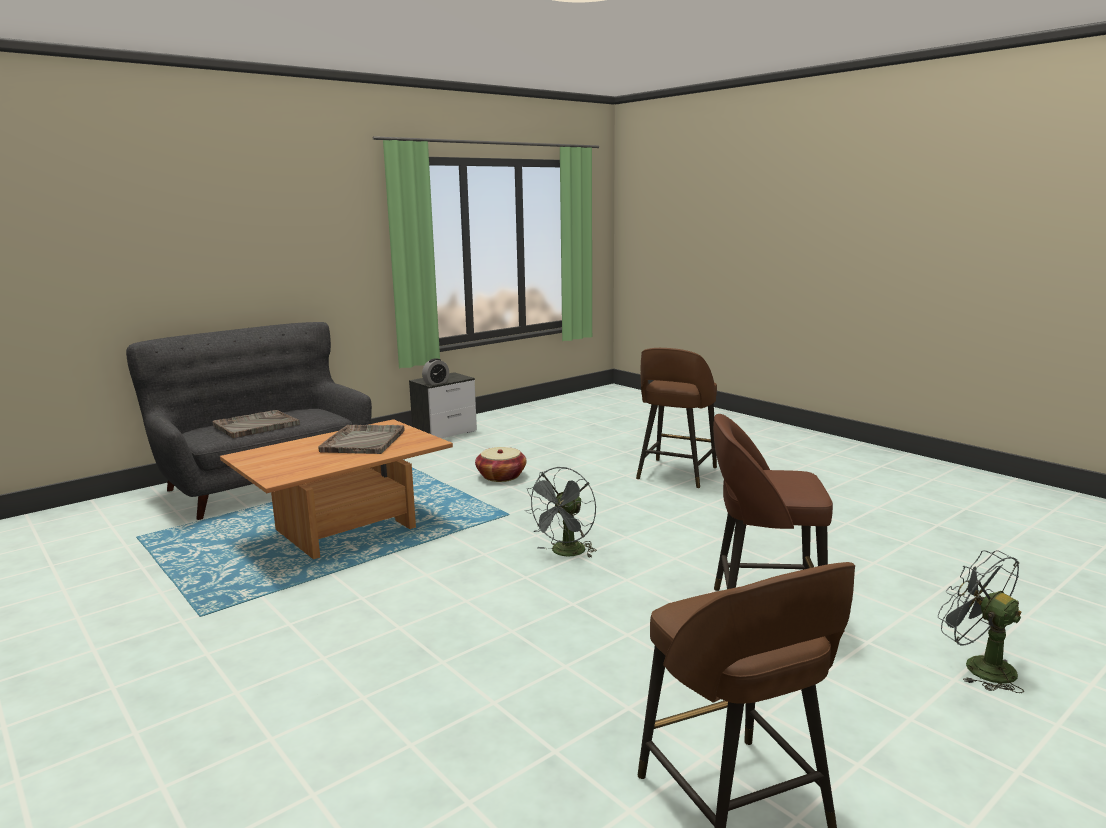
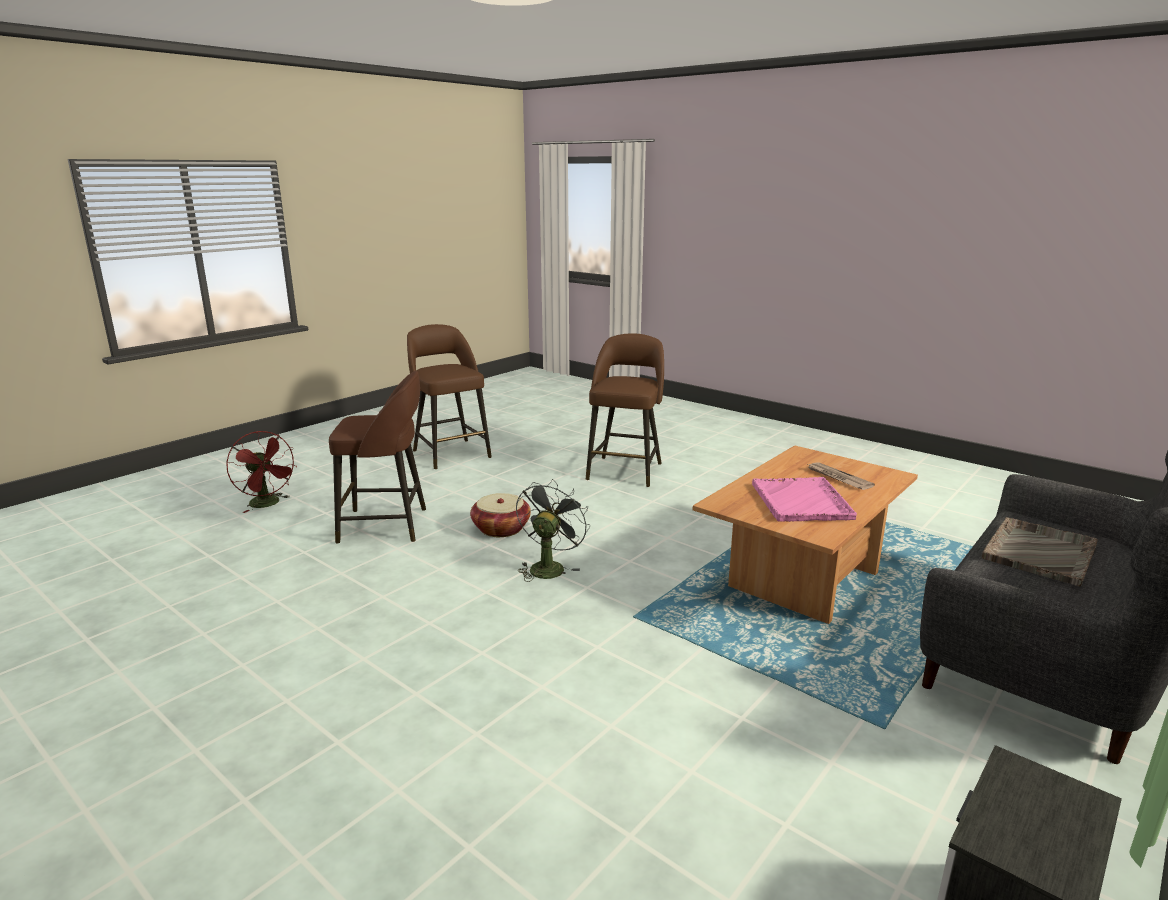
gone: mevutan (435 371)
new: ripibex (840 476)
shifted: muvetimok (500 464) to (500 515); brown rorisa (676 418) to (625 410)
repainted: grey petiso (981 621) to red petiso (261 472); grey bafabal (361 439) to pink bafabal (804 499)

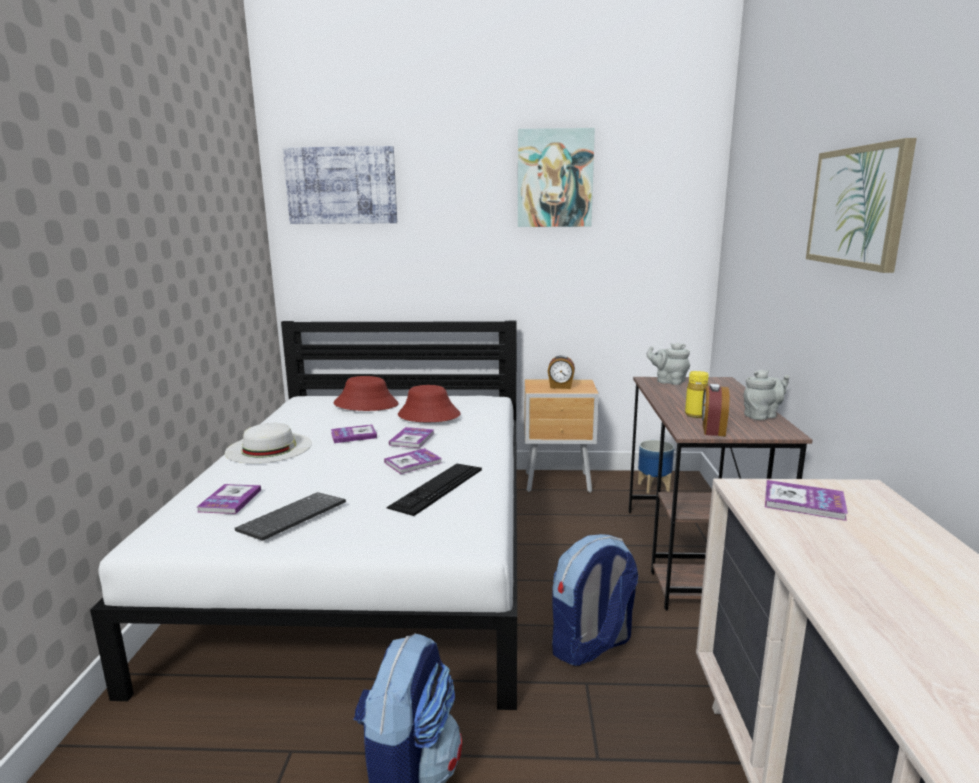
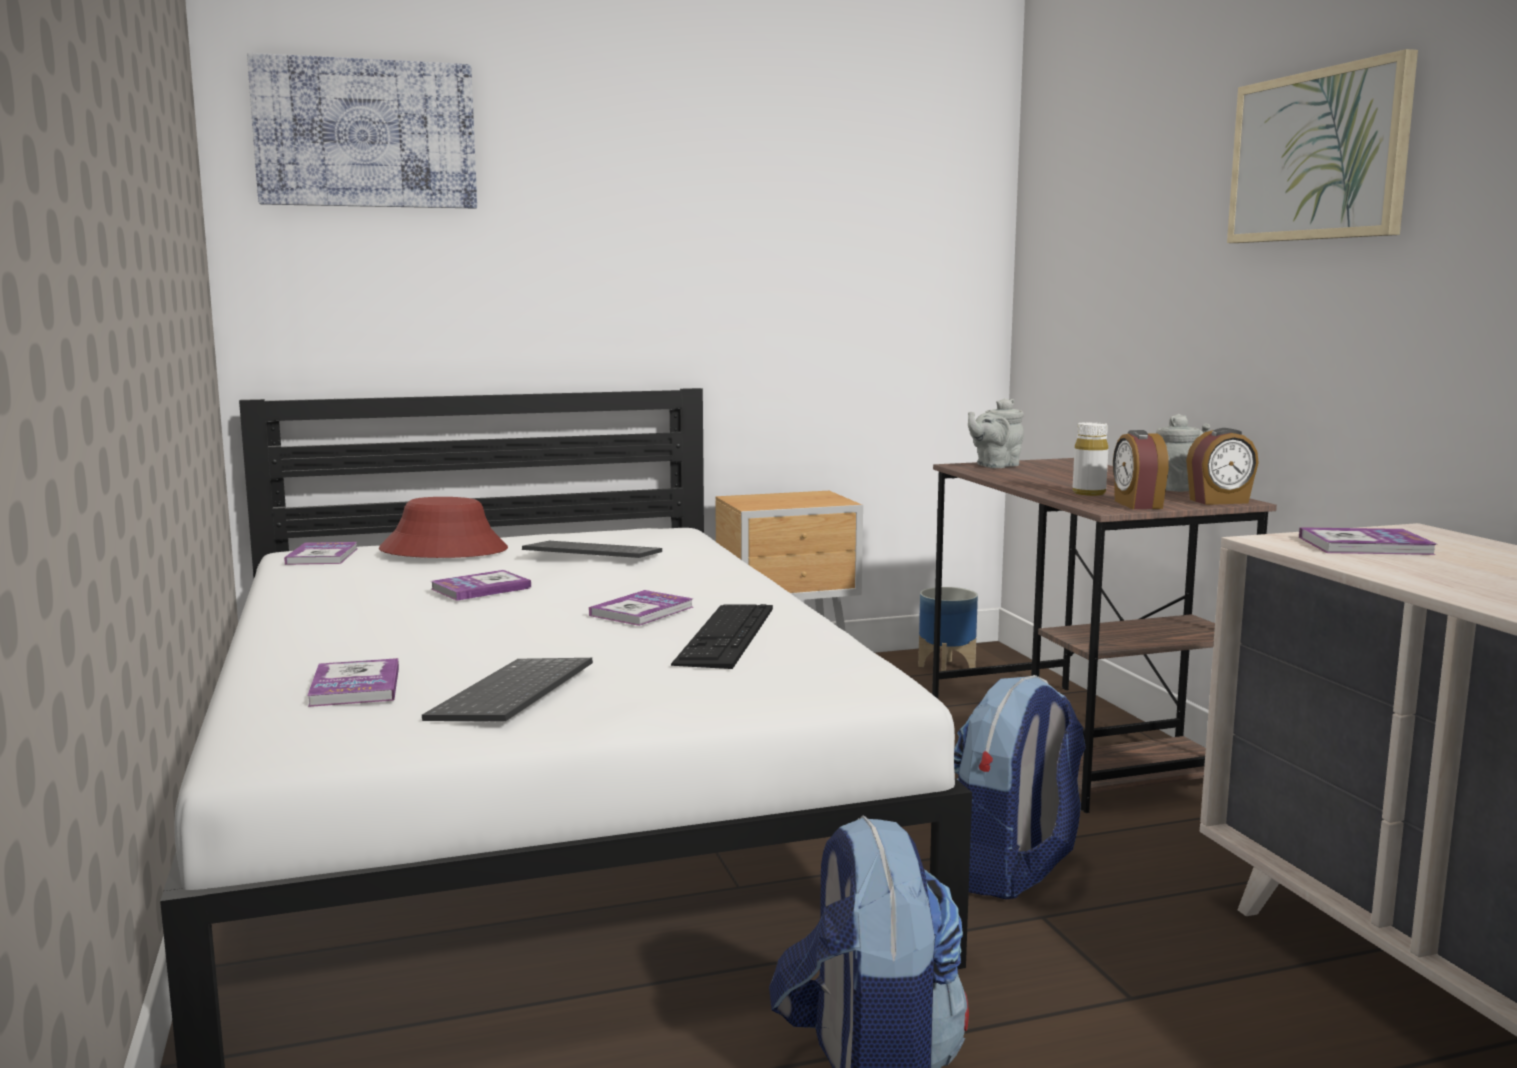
gone: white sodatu (268 443); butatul (556 177)
shifted: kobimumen (411 437) to (320 553); mevutan (561 372) to (1222 466)
swapped: red sodatu (429 403) to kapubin (592 549)
repainted: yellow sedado (697 394) to white sedado (1090 459)
rotated: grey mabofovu (668 364) = (996 433) 45 degrees counterclockwise

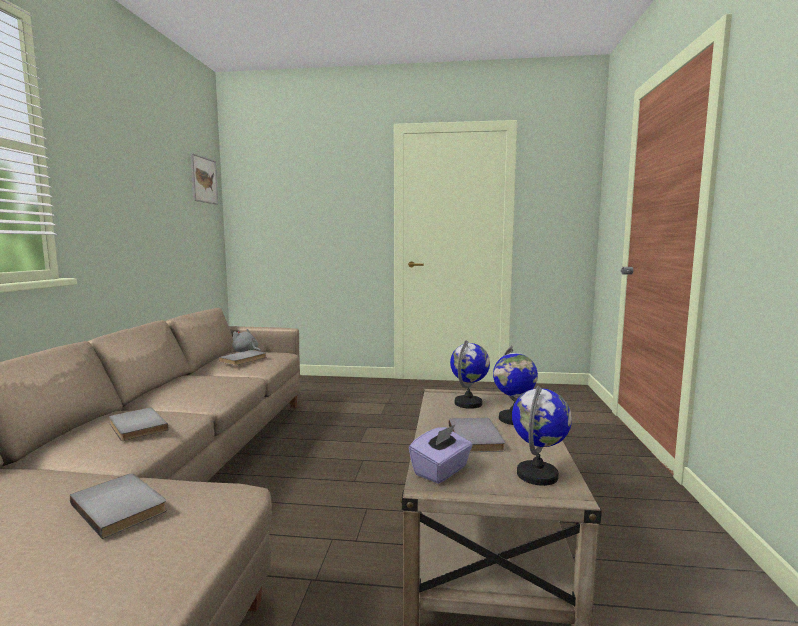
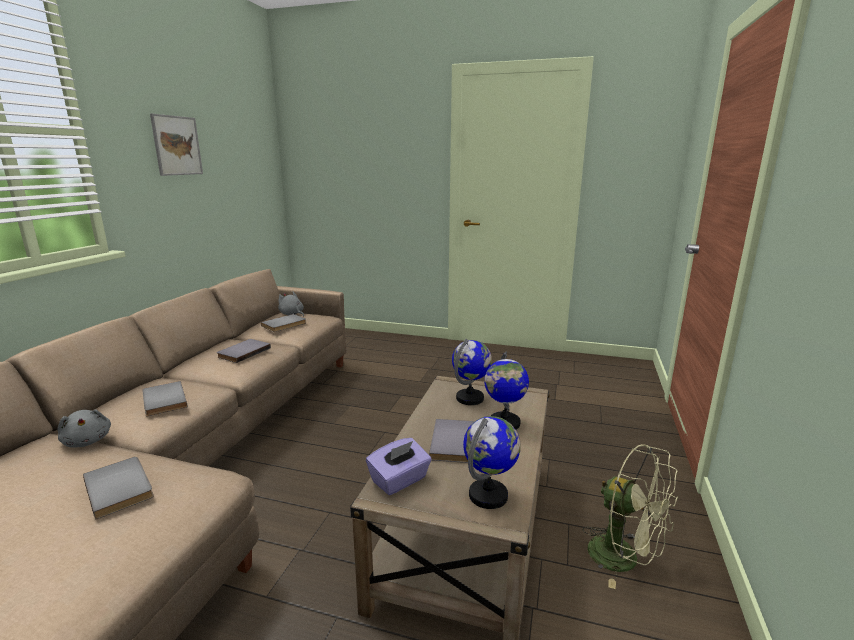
new: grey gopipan (84 428); grey kobimumen (244 351); green petiso (630 516)
shifted: butatul (204 178) to (176 144)

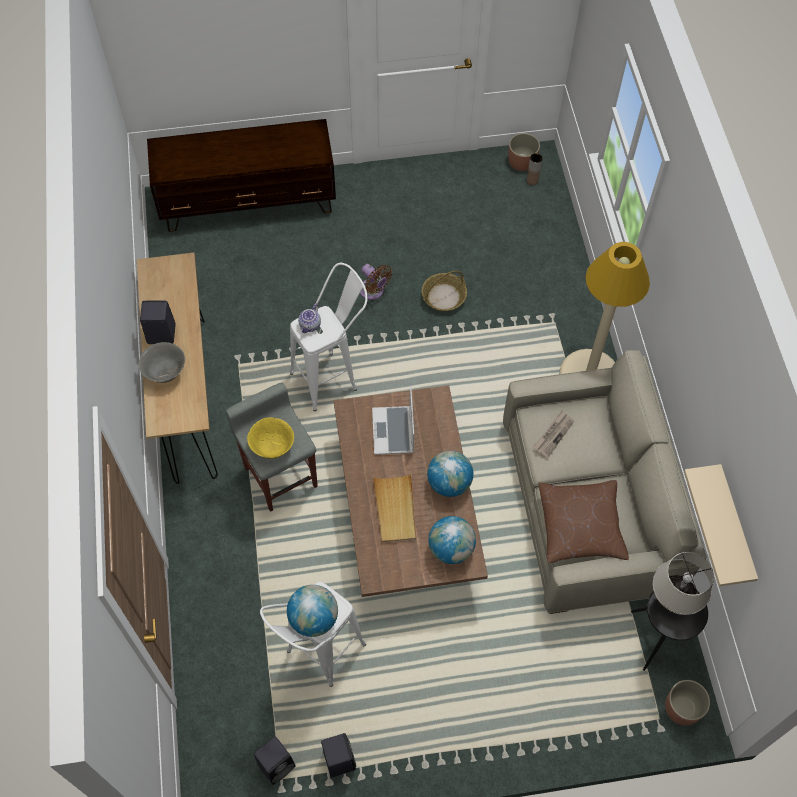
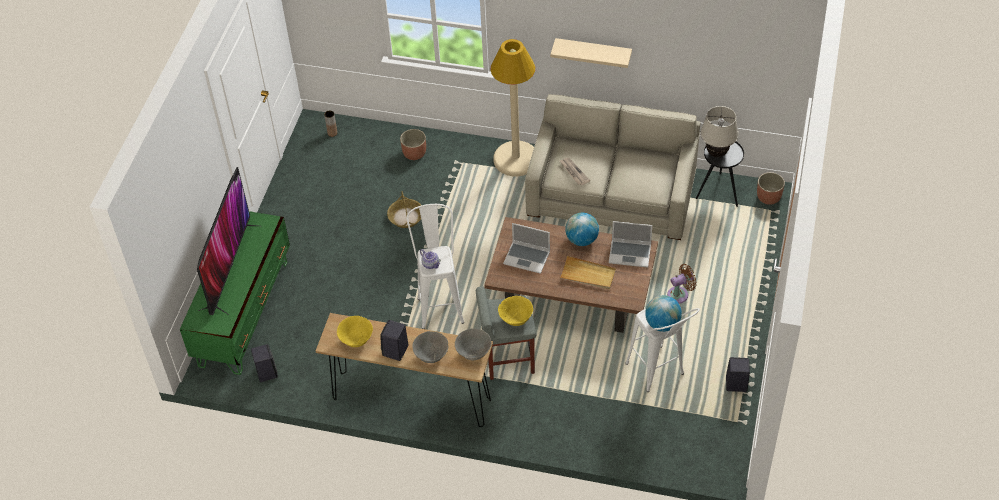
gone: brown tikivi (584 521)
new: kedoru (227 241); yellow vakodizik (355 331); grey vakodizik (473 344)
shifted: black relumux (275 761) to (264 363); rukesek (524 152) to (413 144); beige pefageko (721 525) to (591 53); brown petiso (376 282) to (681 283)
swapped: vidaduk (452 540) to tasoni (630 244)
repainted: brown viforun (241 175) to green viforun (235 293)

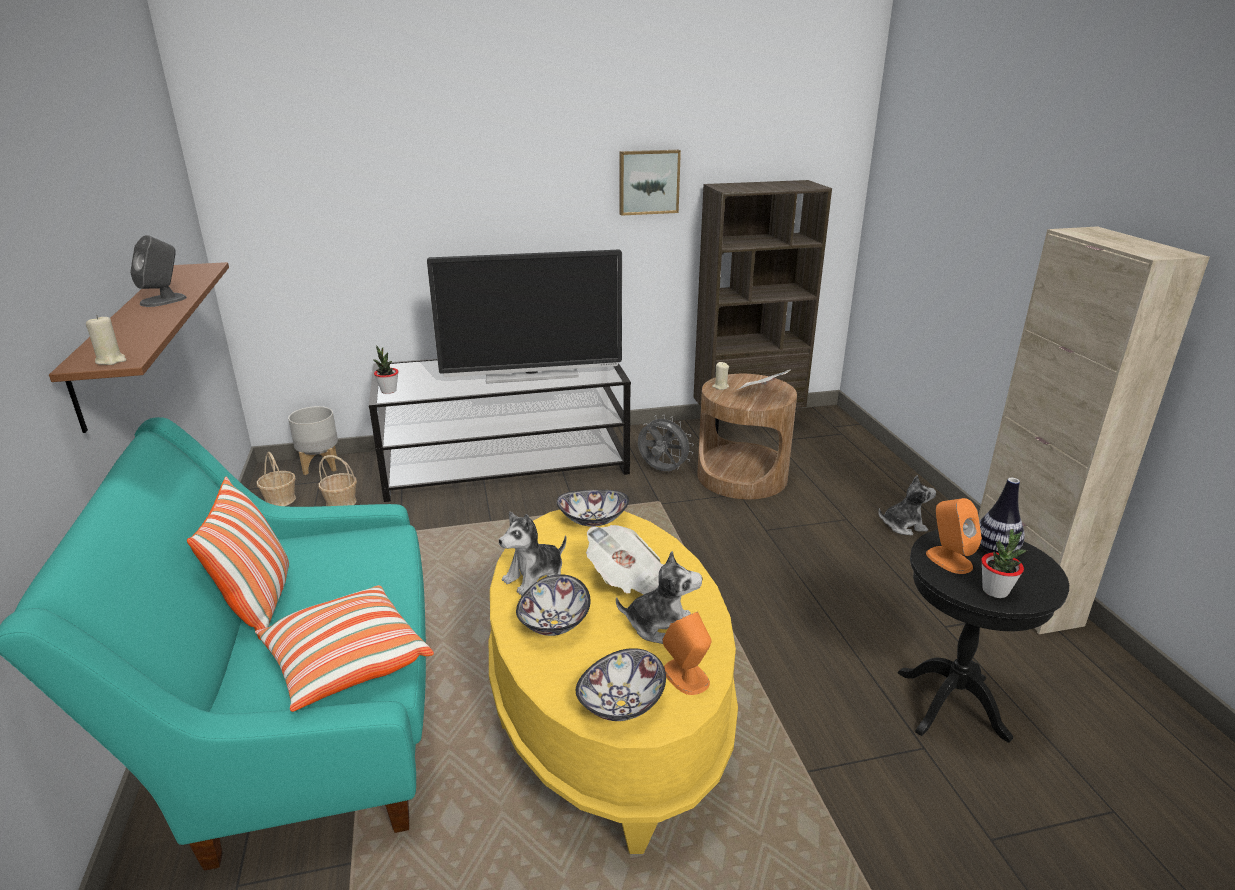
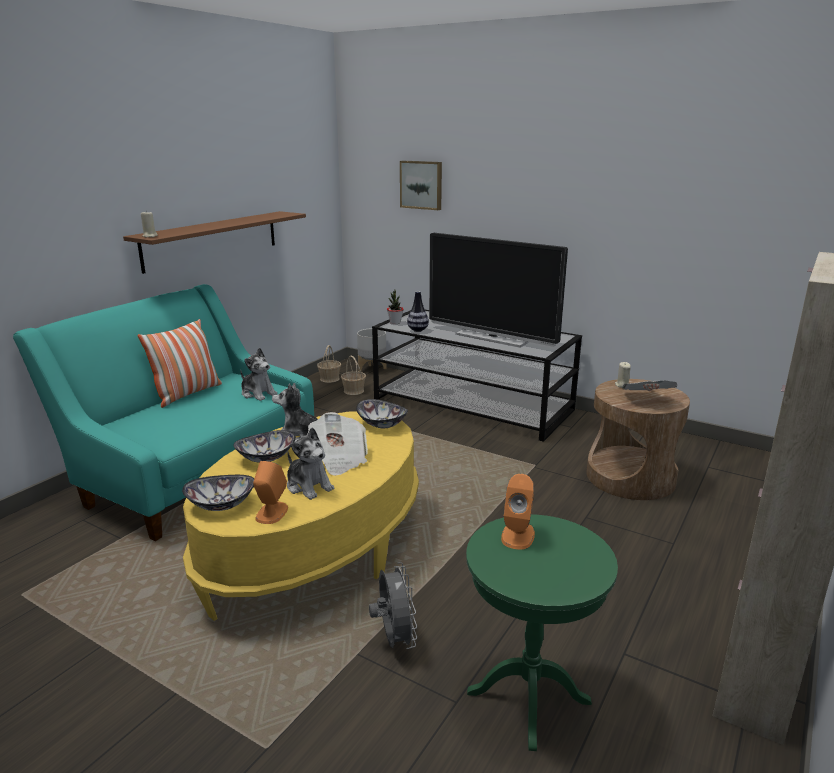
gone: grey relumux (158 271); tikivi (344 648); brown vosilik (762 307); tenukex (1004 563)
shifted: gopipan (907 505) to (258 374); grey petiso (666 443) to (393 605); butatul (650 183) to (421 185); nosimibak (1001 515) to (418 311)
repainted: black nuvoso (983 636) to green nuvoso (542 632)

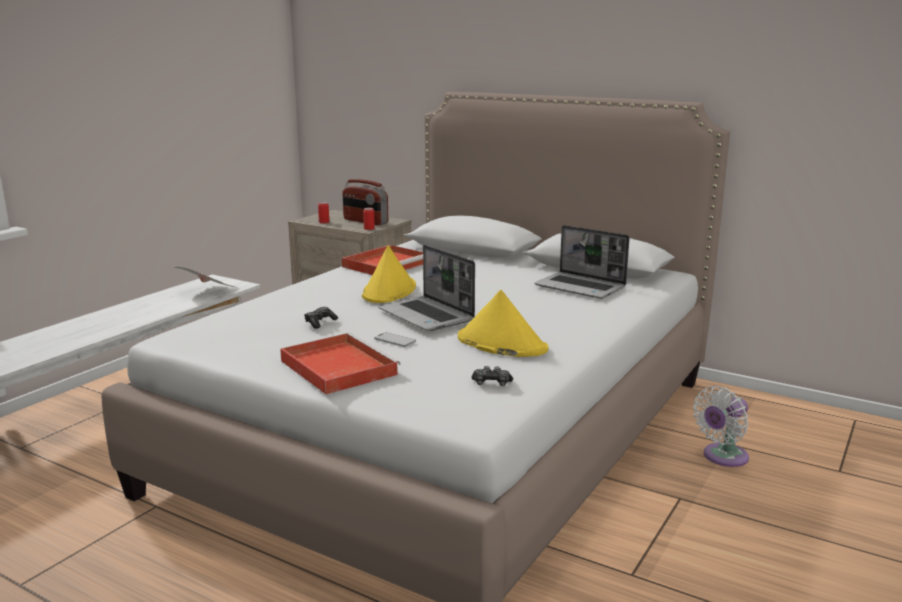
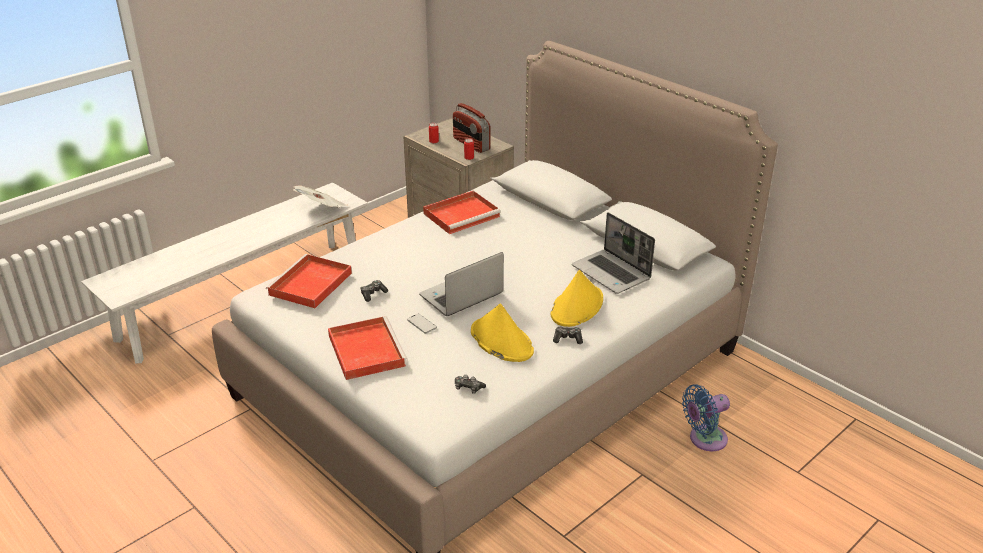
new: red bafabal (309 281); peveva (568 335)
shifted: yellow sodatu (389 274) to (576 298)
repainted: white petiso (721 426) to blue petiso (706 417)
rotated: tasoni (426 288) = (461 284) 75 degrees clockwise

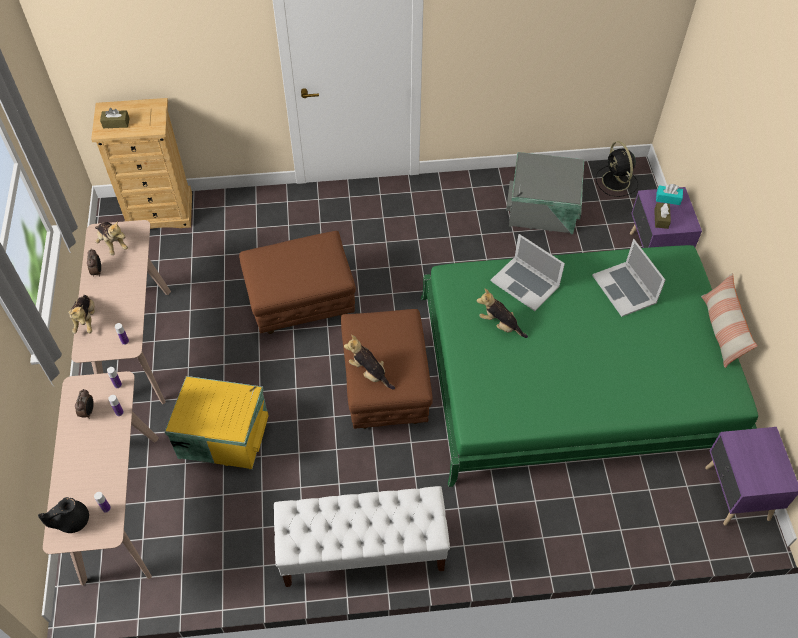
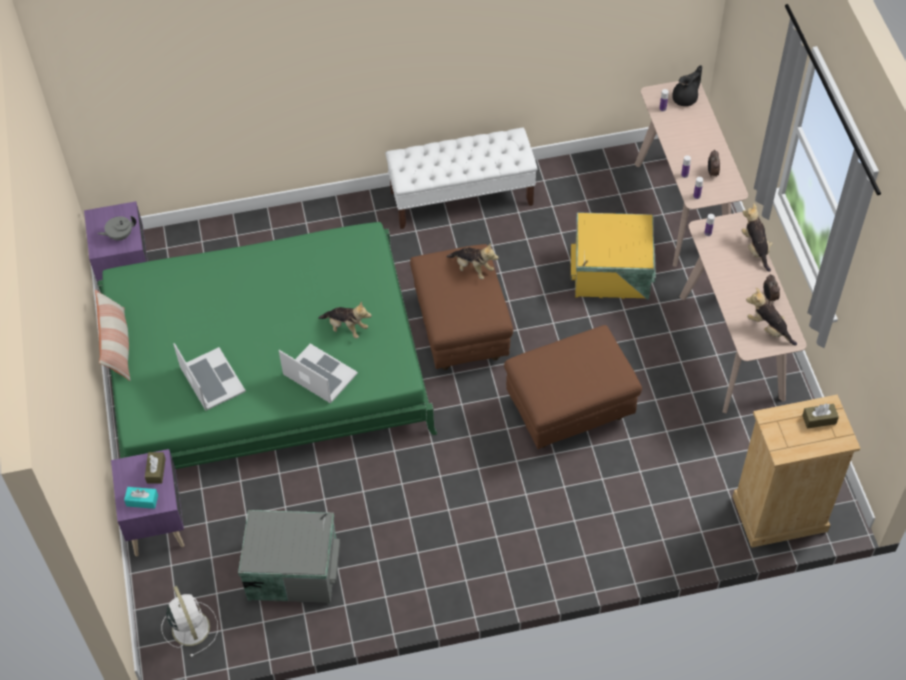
new: grey mabofovu (116 228)
repainted: black petiso (617 169) to white petiso (189 621)

